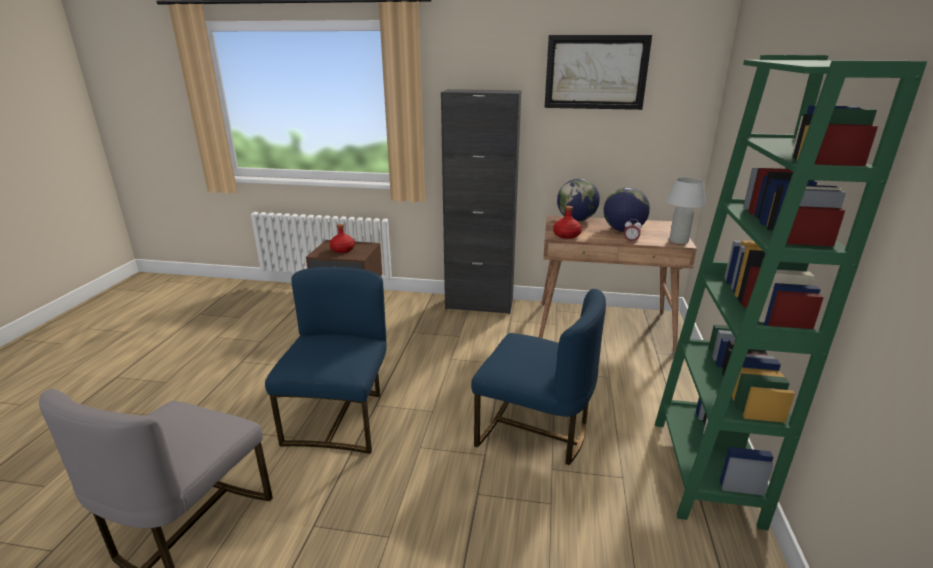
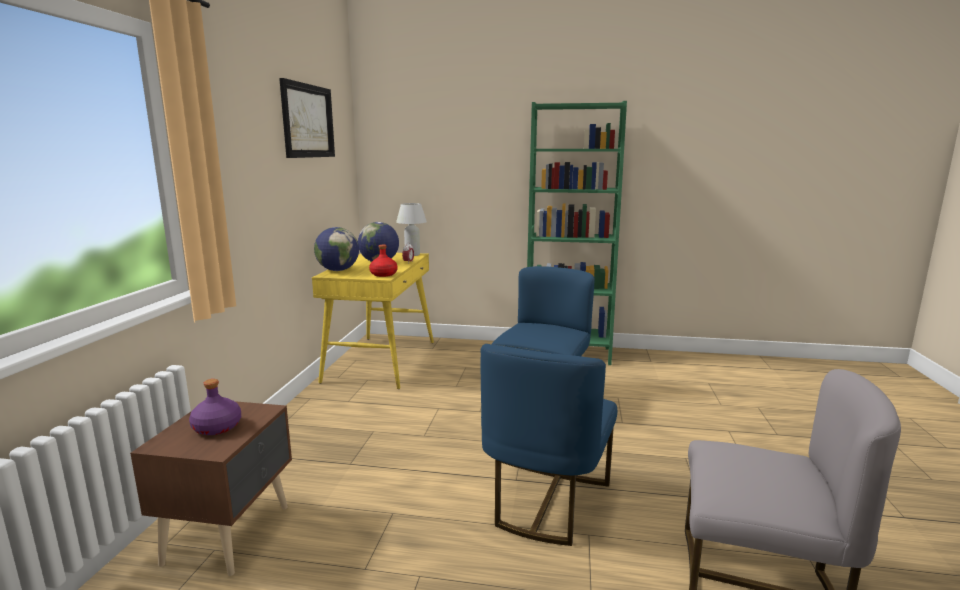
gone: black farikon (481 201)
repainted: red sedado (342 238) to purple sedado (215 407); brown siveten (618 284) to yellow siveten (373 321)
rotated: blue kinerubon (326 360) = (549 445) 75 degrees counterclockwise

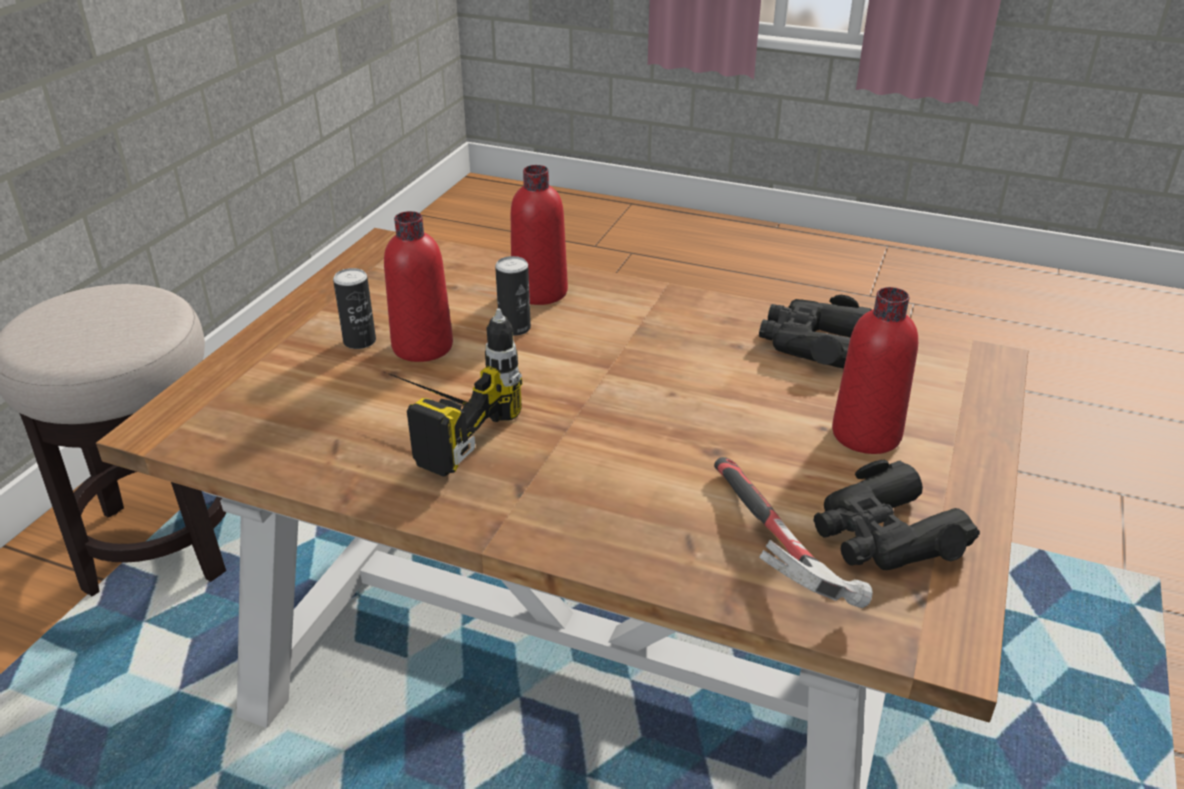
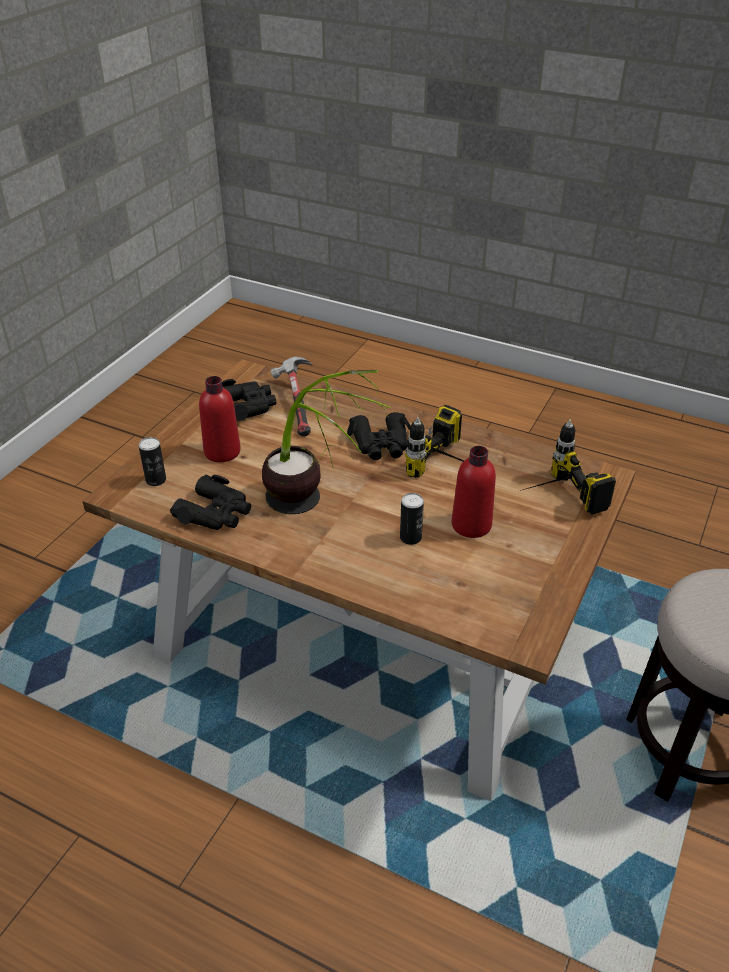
gone: red sedado (539 235)
new: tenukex (326 442); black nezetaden (379 436); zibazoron (568 467)
shifted: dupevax (354 308) to (152 461)

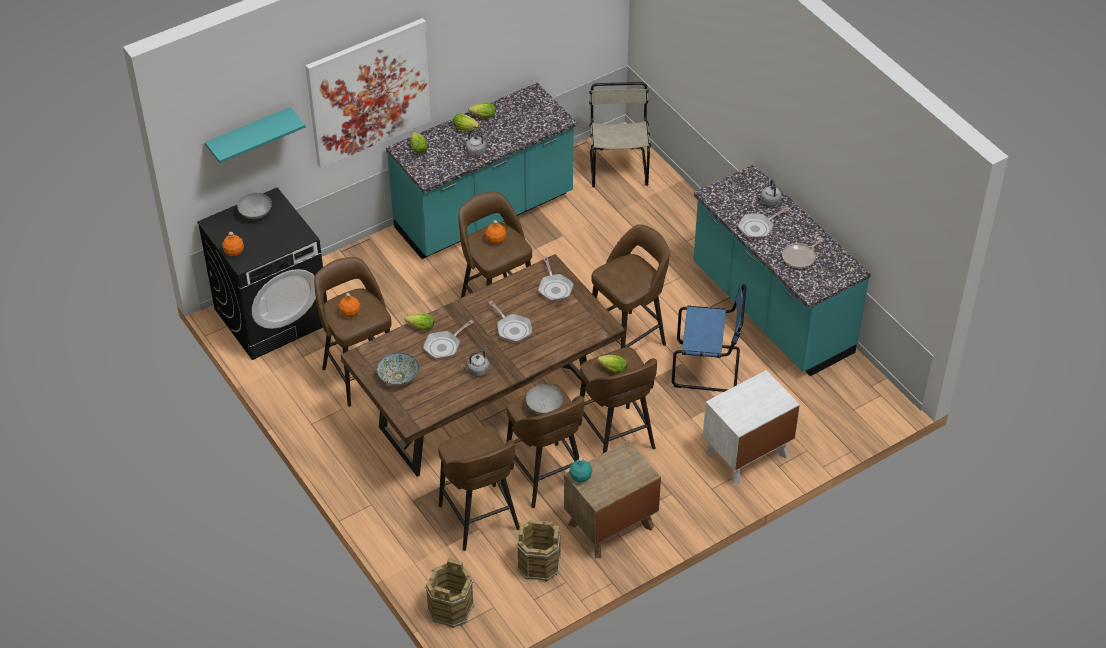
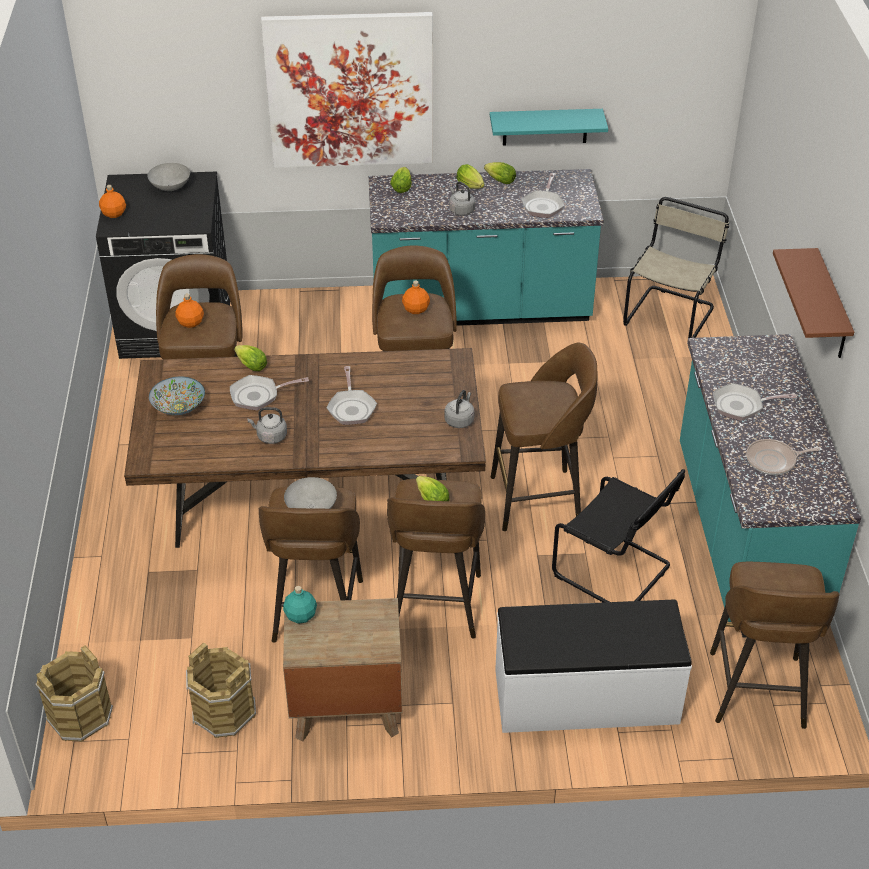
new: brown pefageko (813 303)
shifted: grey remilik (771 193) to (459 409); turquoise pefageko (255 135) to (549 127); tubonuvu (555 279) to (543 195); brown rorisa (479 488) to (775 645)
swapped: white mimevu (751 427) to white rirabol (593 666)
repainted: blue kinerubon (709 338) to black kinerubon (618 535)

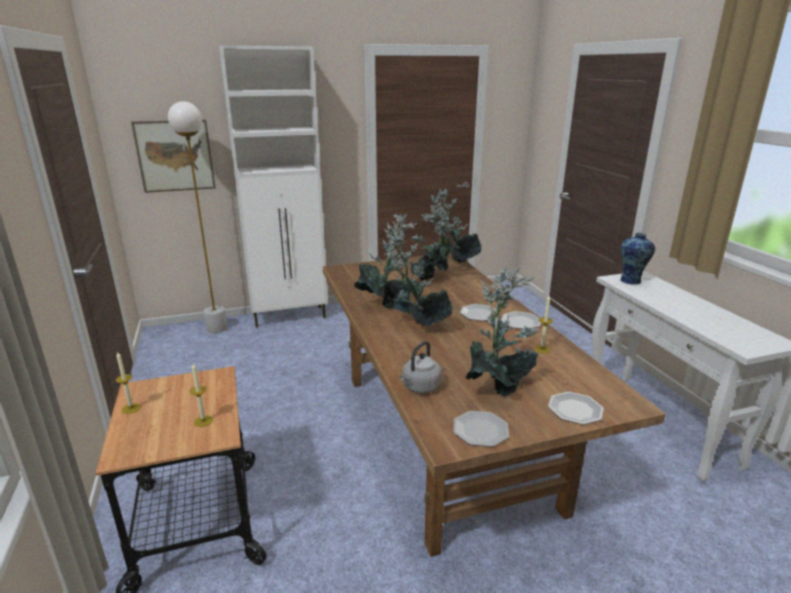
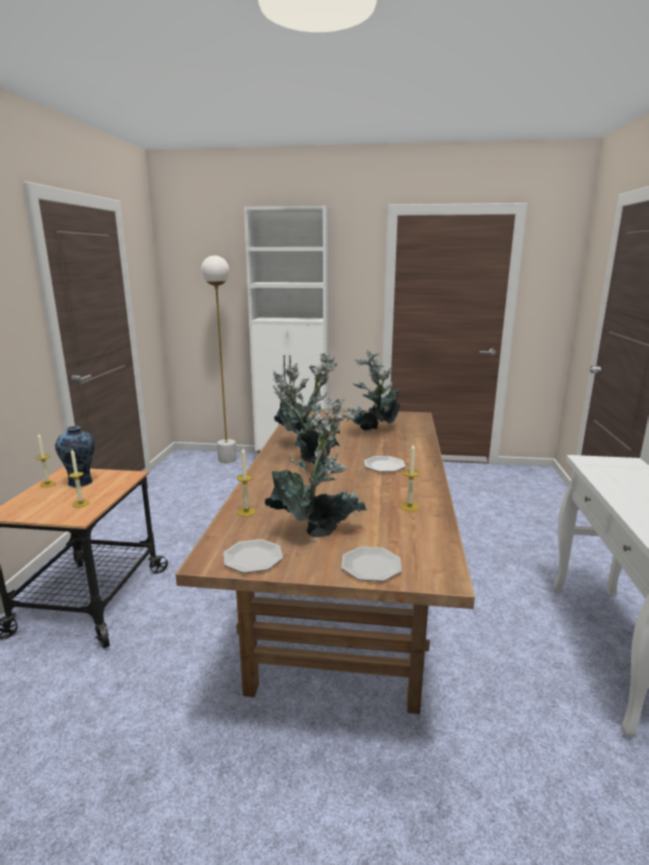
gone: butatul (173 156); tenukex (456 225); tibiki (521 320)
shifted: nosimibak (637 258) to (75 456)
swapped: grey remilik (421 367) to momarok (246 482)

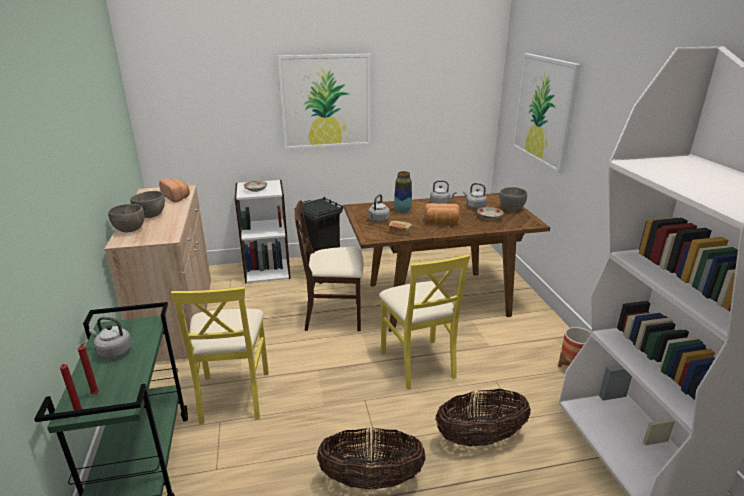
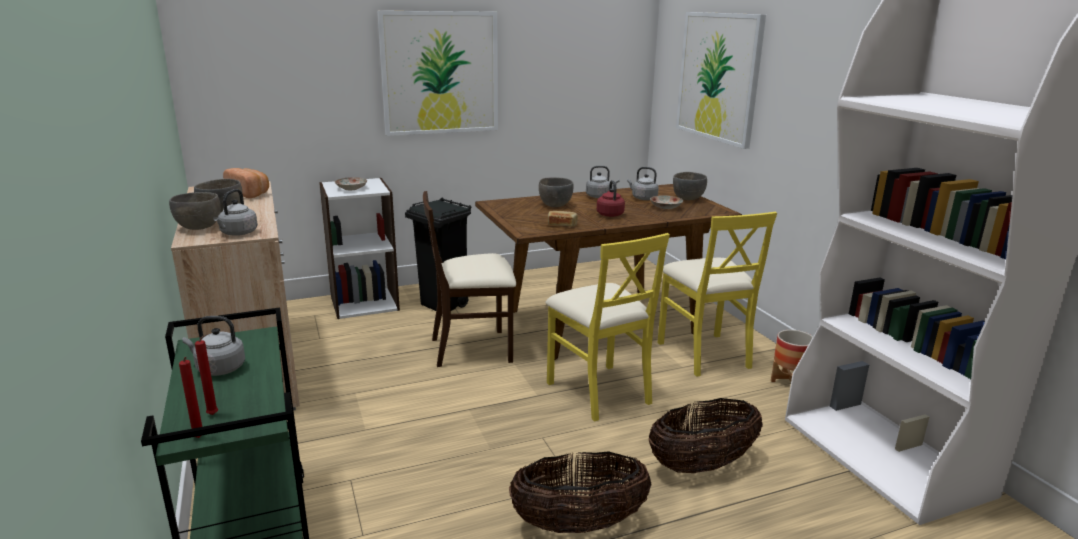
shifted: grey remilik (379 208) to (235 212); yellow kinerubon (220 356) to (717 294)
swapped: nosimibak (403 192) to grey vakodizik (556 192); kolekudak (442 213) to red remilik (611 198)

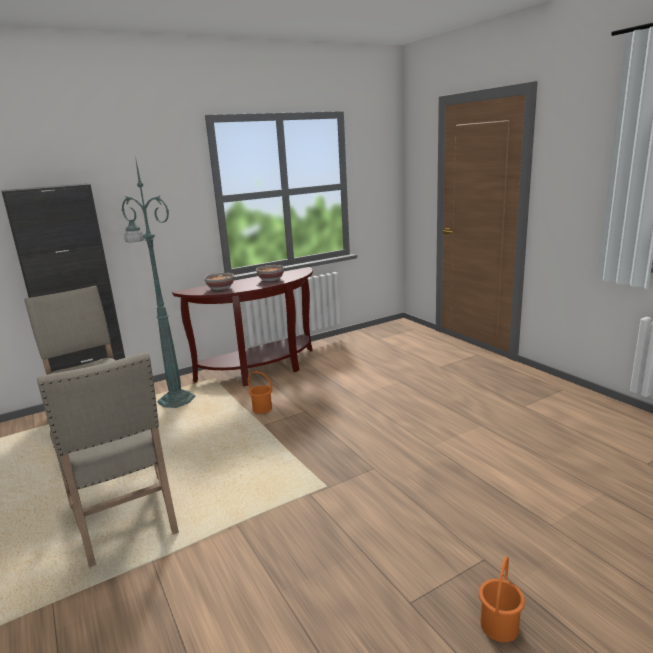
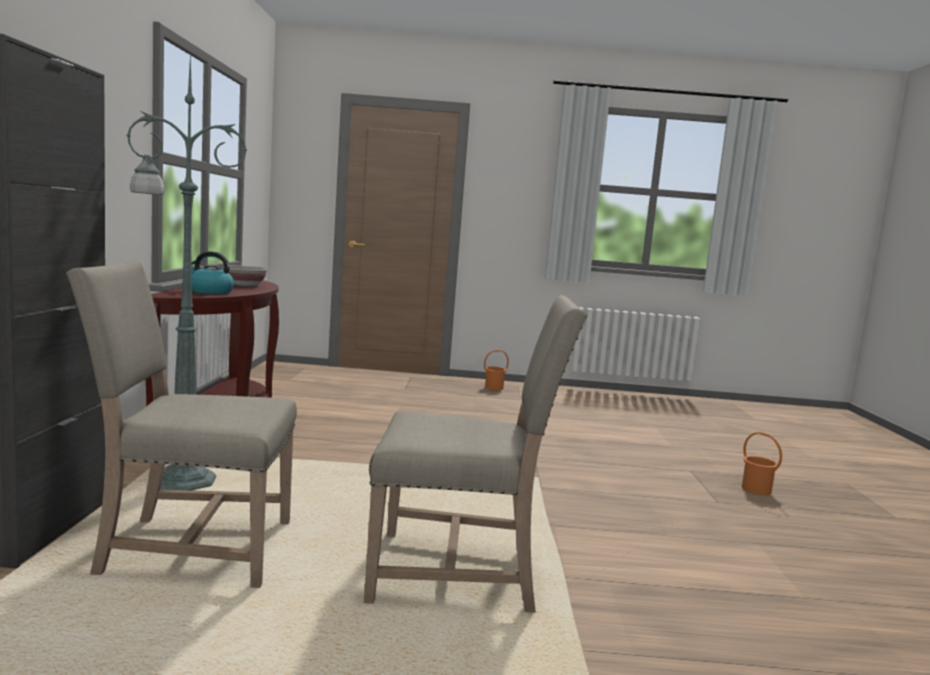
shifted: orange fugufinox (260 392) to (496 370)
swapped: vakodizik (219 281) to remilik (212 272)

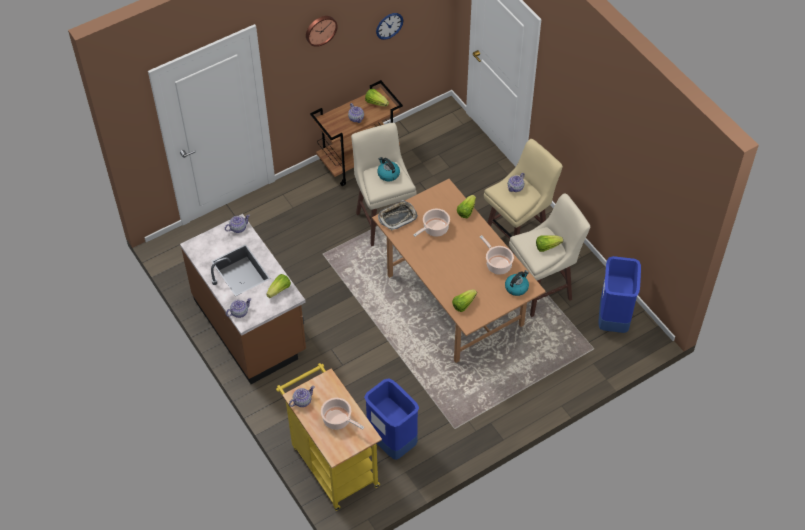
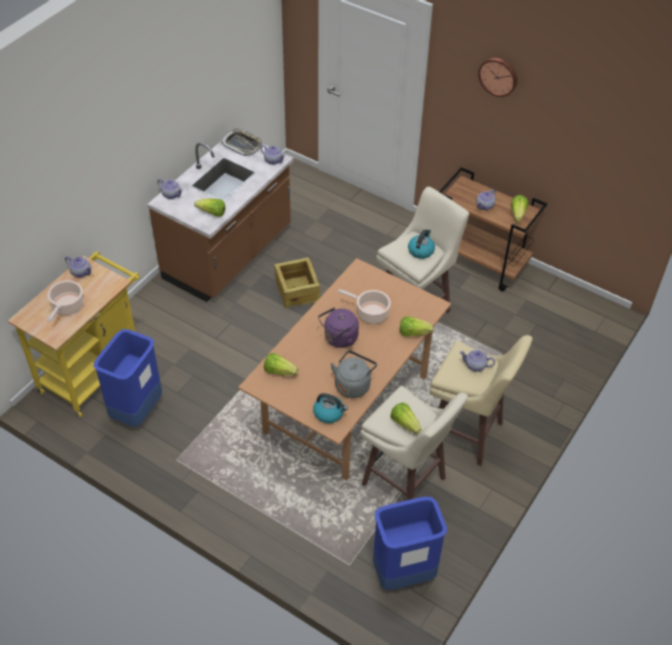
gone: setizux (389 26)
new: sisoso (297 282); purple remilik (338 327)
shifted: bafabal (398 215) to (242 142)
swapped: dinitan (497 255) to grey remilik (353 374)

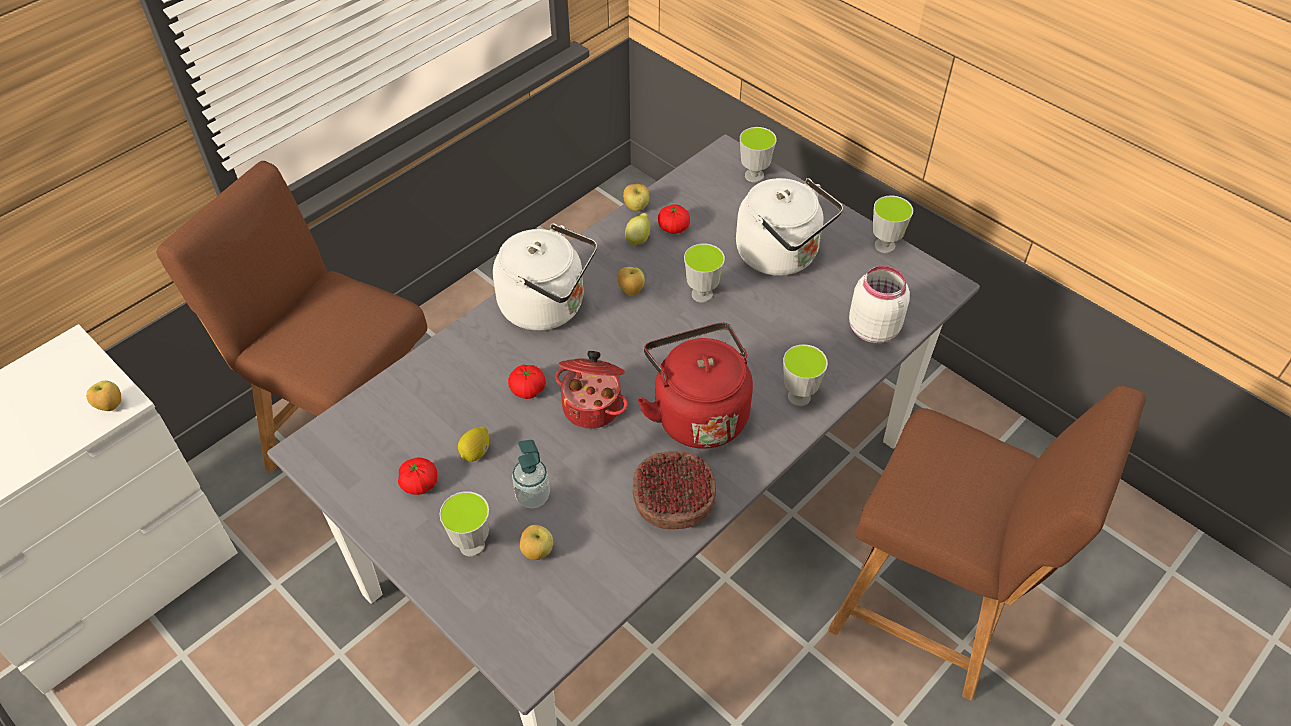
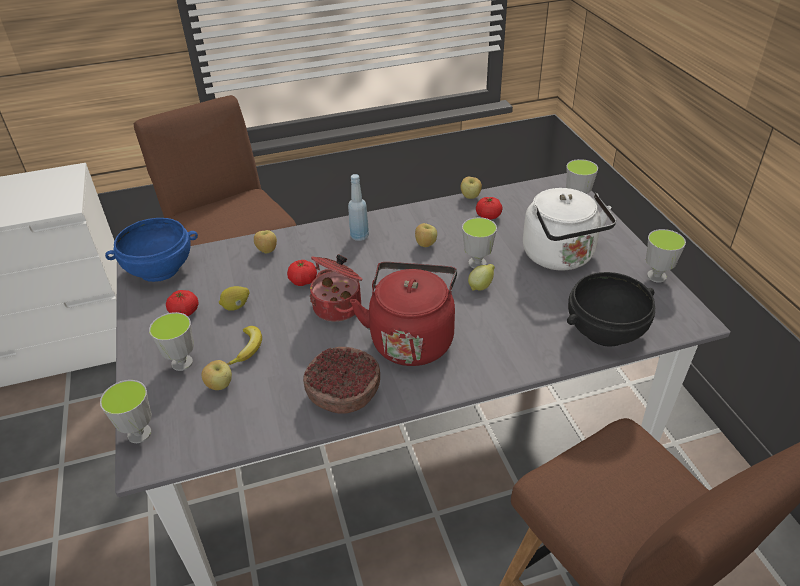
new: blue vakodizik (151 250)
shifted: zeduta (805 375) to (126 411); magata (103 396) to (265 242); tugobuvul (637 230) to (481 277)
swapped: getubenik (531 474) to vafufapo (244 345); white remilik (545 277) to blue sedado (358 207); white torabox (879 304) to black vakodizik (611 309)

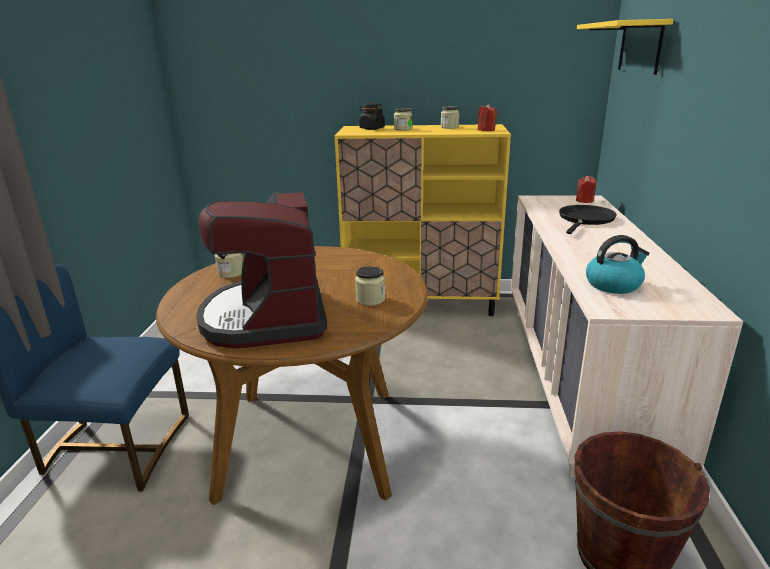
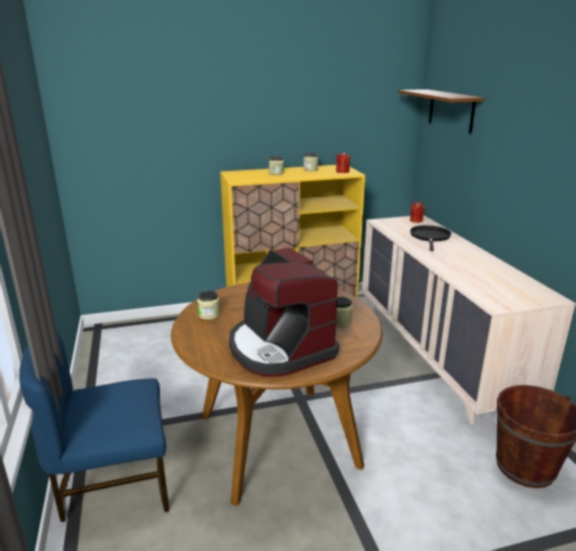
gone: black torabox (372 116); remilik (618 264)
repainted: yellow pefageko (625 47) to brown pefageko (441 111)

